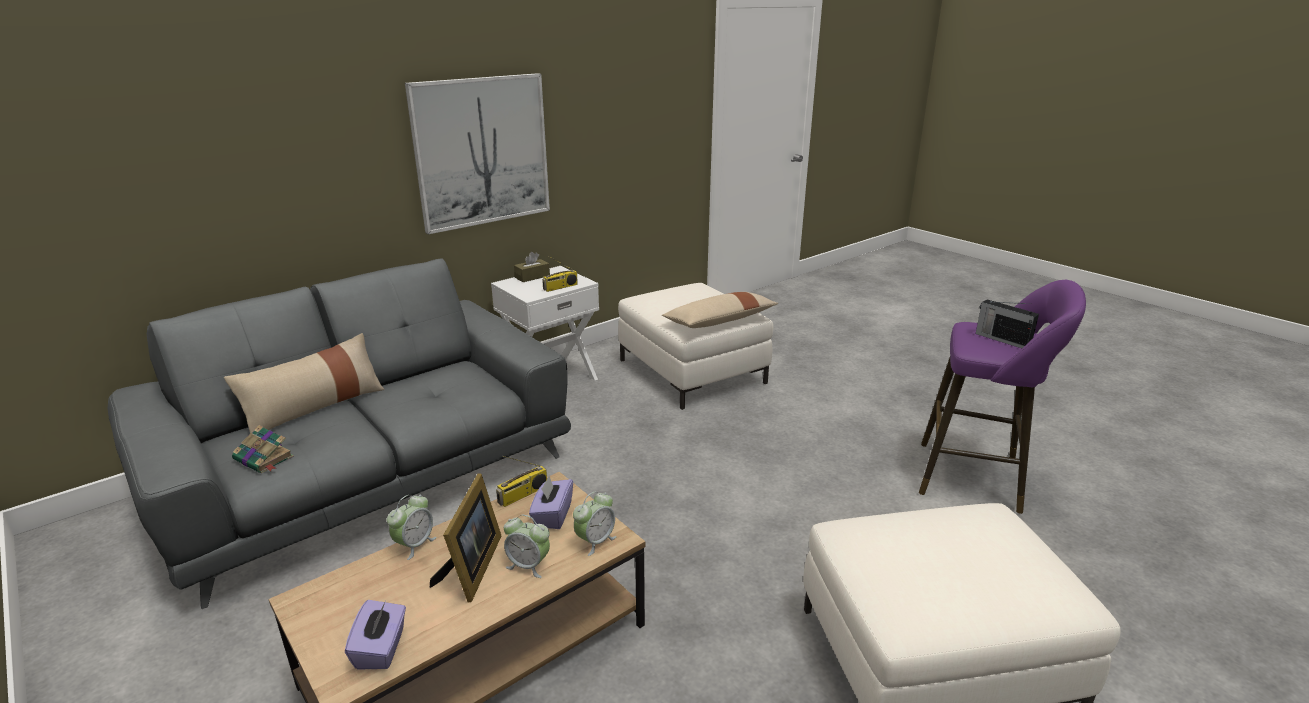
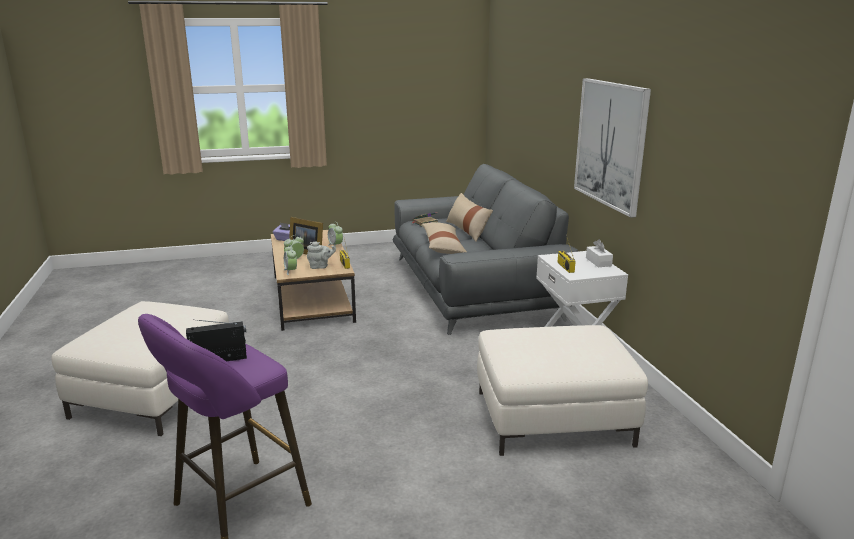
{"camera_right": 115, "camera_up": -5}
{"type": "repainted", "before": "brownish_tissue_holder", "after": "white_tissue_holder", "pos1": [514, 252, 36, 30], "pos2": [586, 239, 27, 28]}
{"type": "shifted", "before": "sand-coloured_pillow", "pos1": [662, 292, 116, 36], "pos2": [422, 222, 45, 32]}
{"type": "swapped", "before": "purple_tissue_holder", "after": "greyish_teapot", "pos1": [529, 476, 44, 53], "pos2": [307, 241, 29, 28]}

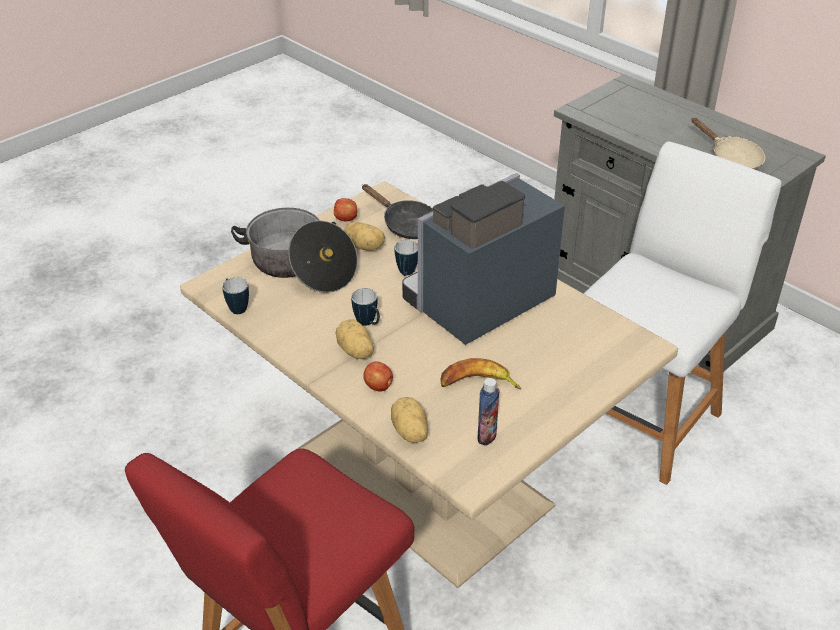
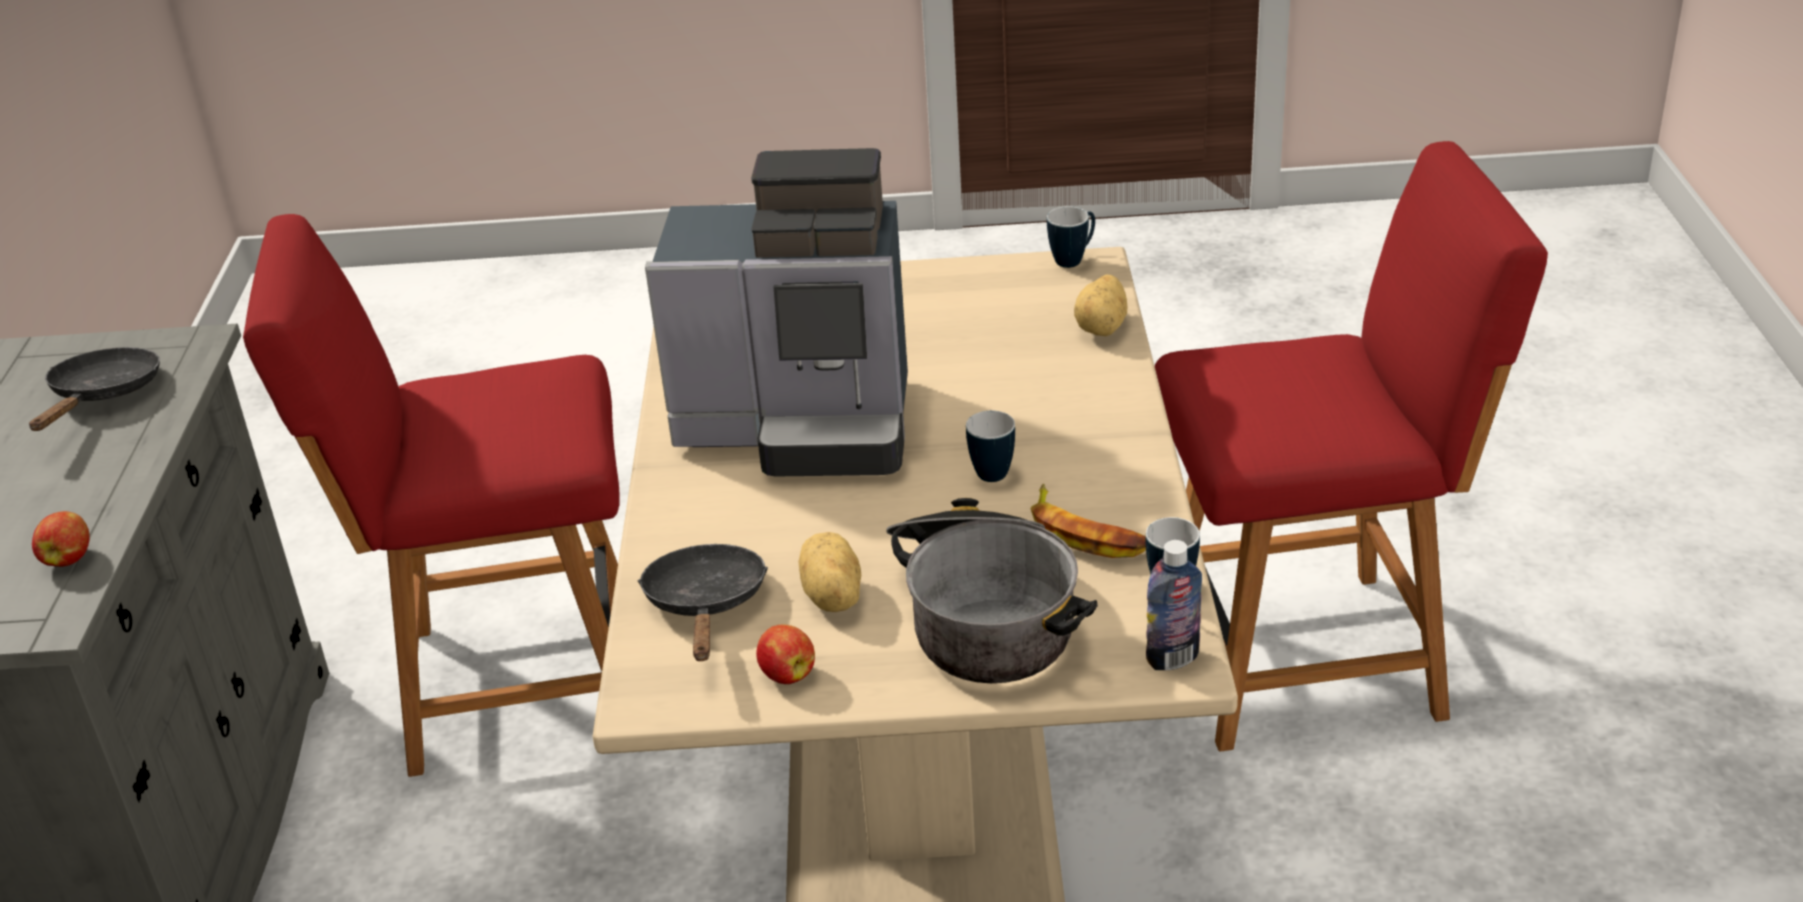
{"camera_right": -135, "camera_up": -5}
{"type": "repainted", "before": "sand-coloured_frying_pan", "after": "black_frying_pan", "pos1": [692, 118, 73, 52], "pos2": [29, 347, 131, 84]}
{"type": "repainted", "before": "white_upright_chair", "after": "red-coloured_upright_chair", "pos1": [584, 141, 198, 344], "pos2": [243, 214, 377, 563]}
{"type": "shifted", "before": "tea_mug", "pos1": [395, 240, 23, 36], "pos2": [1047, 206, 48, 62]}
{"type": "gone", "before": "whole_potato", "pos1": [336, 319, 38, 40]}
{"type": "shifted", "before": "whole_banana", "pos1": [440, 358, 81, 32], "pos2": [1030, 484, 116, 74]}
{"type": "shifted", "before": "apple", "pos1": [364, 362, 29, 29], "pos2": [32, 511, 58, 56]}
{"type": "shifted", "before": "drink_bottle", "pos1": [477, 378, 22, 68], "pos2": [1146, 540, 56, 130]}

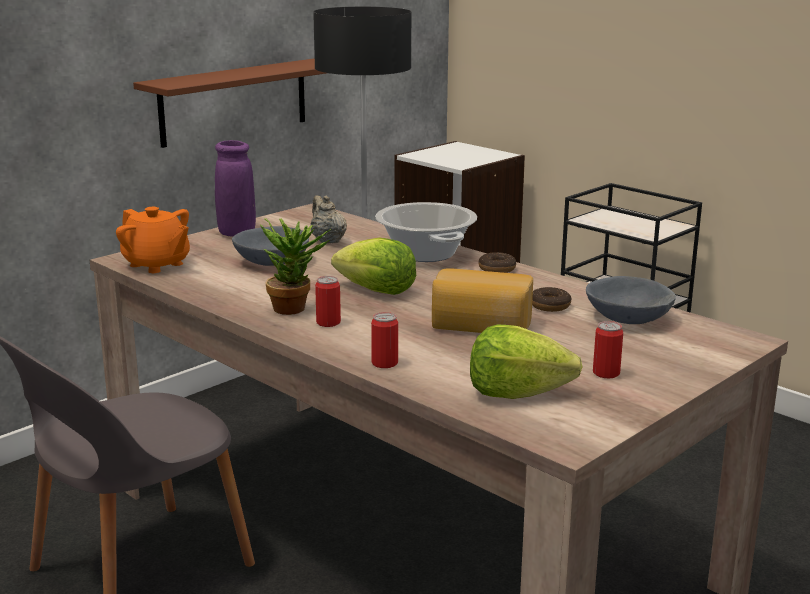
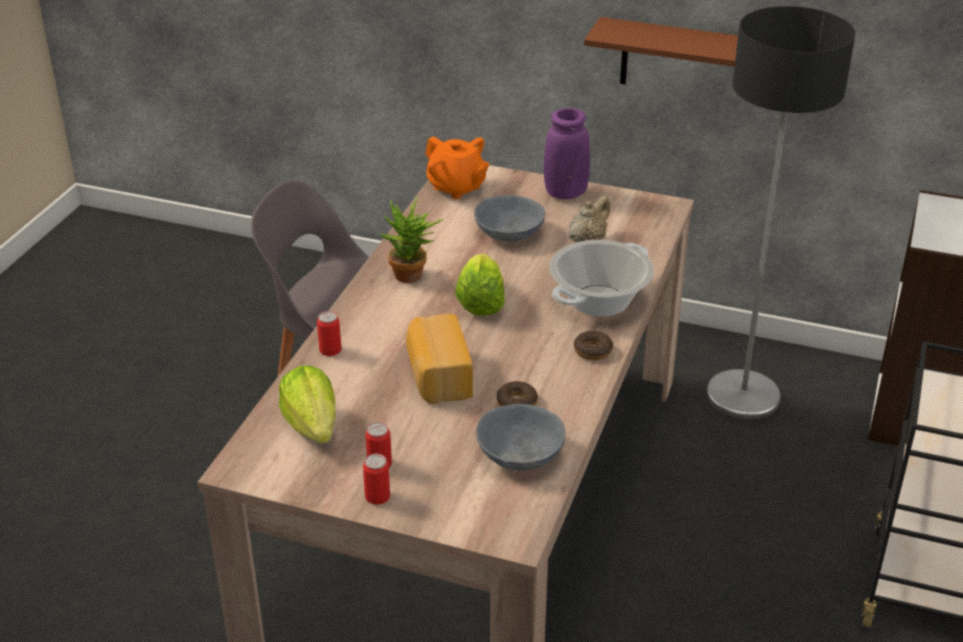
{"camera_right": 65, "camera_up": 15}
{"type": "rotated", "before": "orange-coloured_teapot", "pos1": [116, 207, 74, 66], "pos2": [425, 136, 64, 63], "turn": -60}
{"type": "shifted", "before": "sealed_can", "pos1": [315, 276, 26, 51], "pos2": [363, 454, 27, 51]}

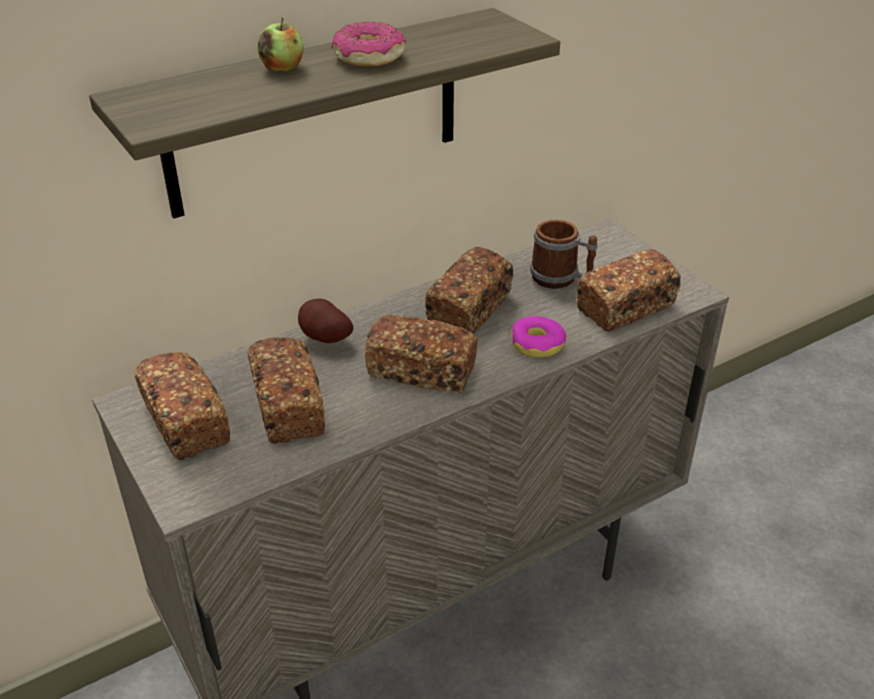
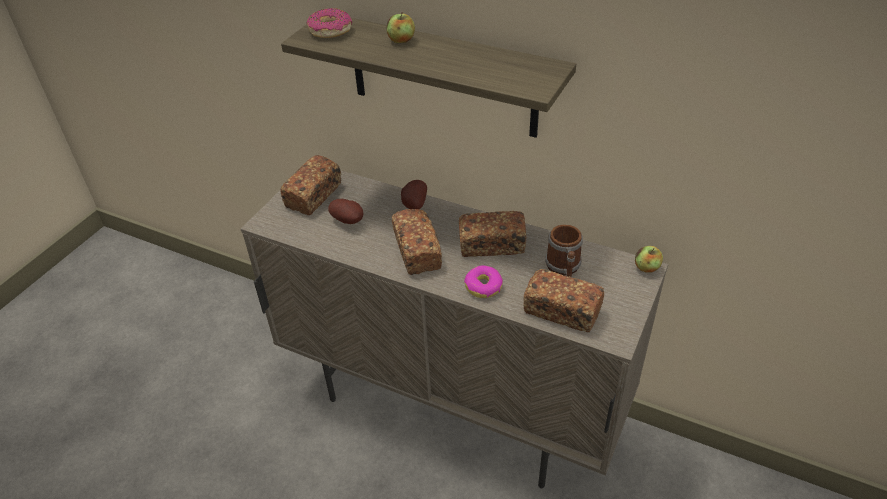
{"camera_right": 60, "camera_up": 5}
{"type": "shifted", "before": "ring_doughnut", "pos1": [331, 22, 75, 44], "pos2": [306, 8, 46, 30]}
{"type": "swapped", "before": "baked_bread", "after": "whole_potato", "pos1": [247, 337, 78, 107], "pos2": [328, 199, 35, 25]}
{"type": "new", "after": "apple", "pos2": [635, 246, 28, 27]}

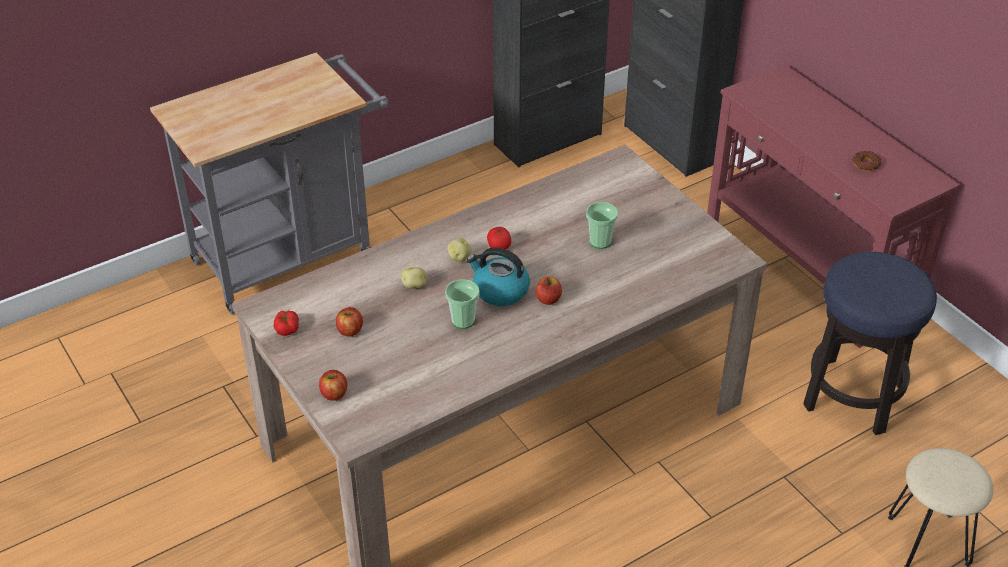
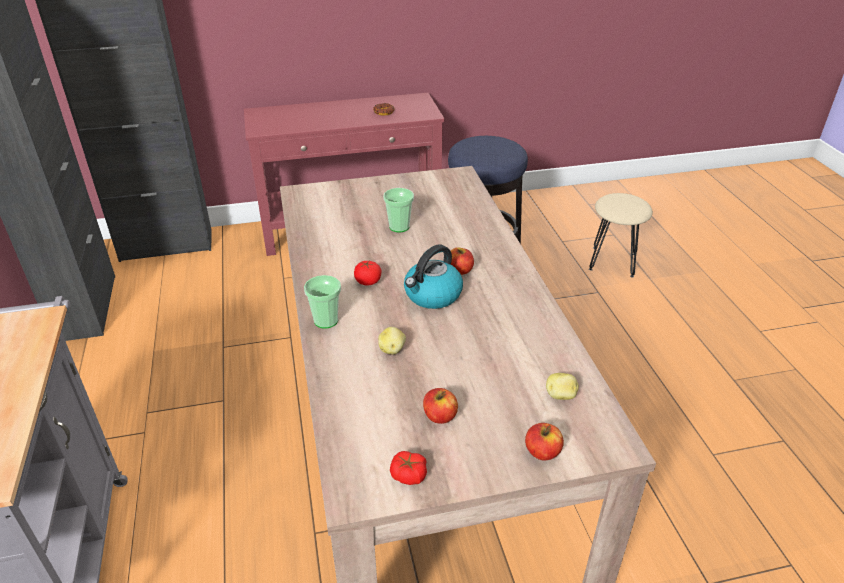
{"camera_right": -70, "camera_up": -5}
{"type": "shifted", "before": "whole_potato", "pos1": [447, 238, 24, 24], "pos2": [546, 373, 33, 27]}
{"type": "shifted", "before": "drinking_cup", "pos1": [445, 279, 35, 50], "pos2": [304, 275, 37, 54]}

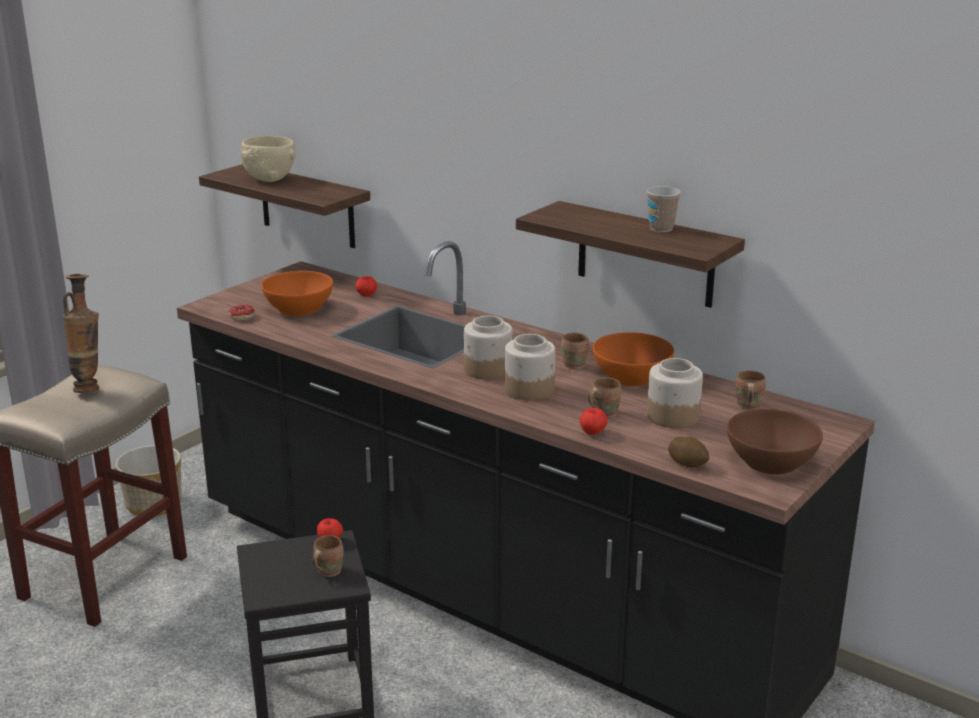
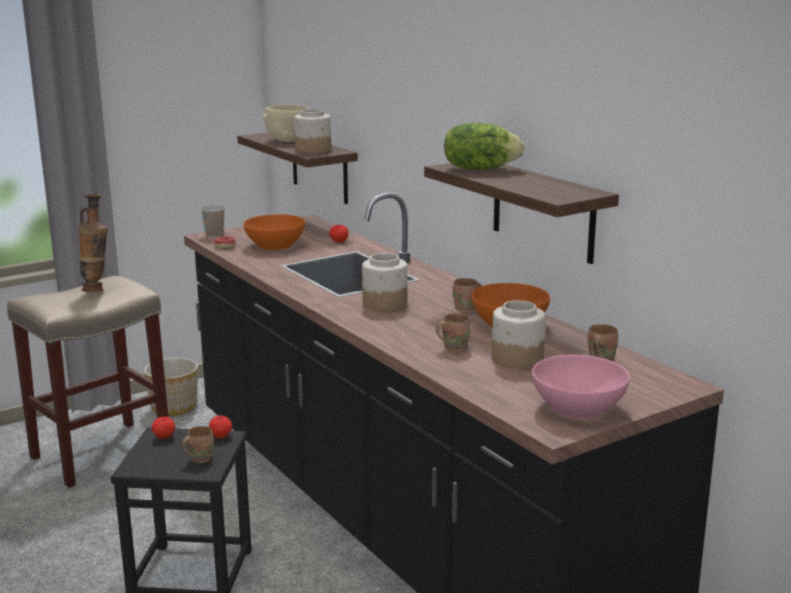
{"camera_right": 20, "camera_up": -5}
{"type": "shifted", "before": "drinking_cup", "pos1": [647, 186, 34, 46], "pos2": [201, 205, 24, 32]}
{"type": "shifted", "before": "storage_jar", "pos1": [504, 334, 51, 67], "pos2": [294, 109, 37, 44]}
{"type": "shifted", "before": "apple", "pos1": [580, 408, 28, 27], "pos2": [152, 417, 23, 22]}
{"type": "repainted", "before": "brownish_bowl", "after": "pink-coloured_bowl", "pos1": [727, 409, 96, 65], "pos2": [532, 355, 98, 64]}
{"type": "gone", "before": "whole_potato", "pos1": [668, 437, 41, 31]}
{"type": "new", "after": "lettuce_head", "pos2": [444, 123, 81, 47]}

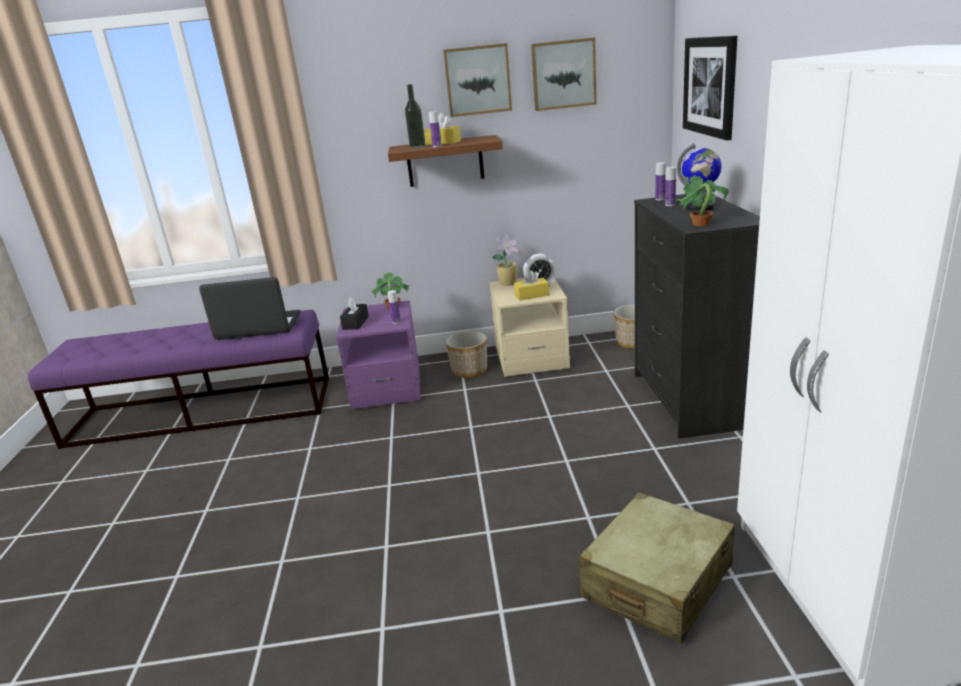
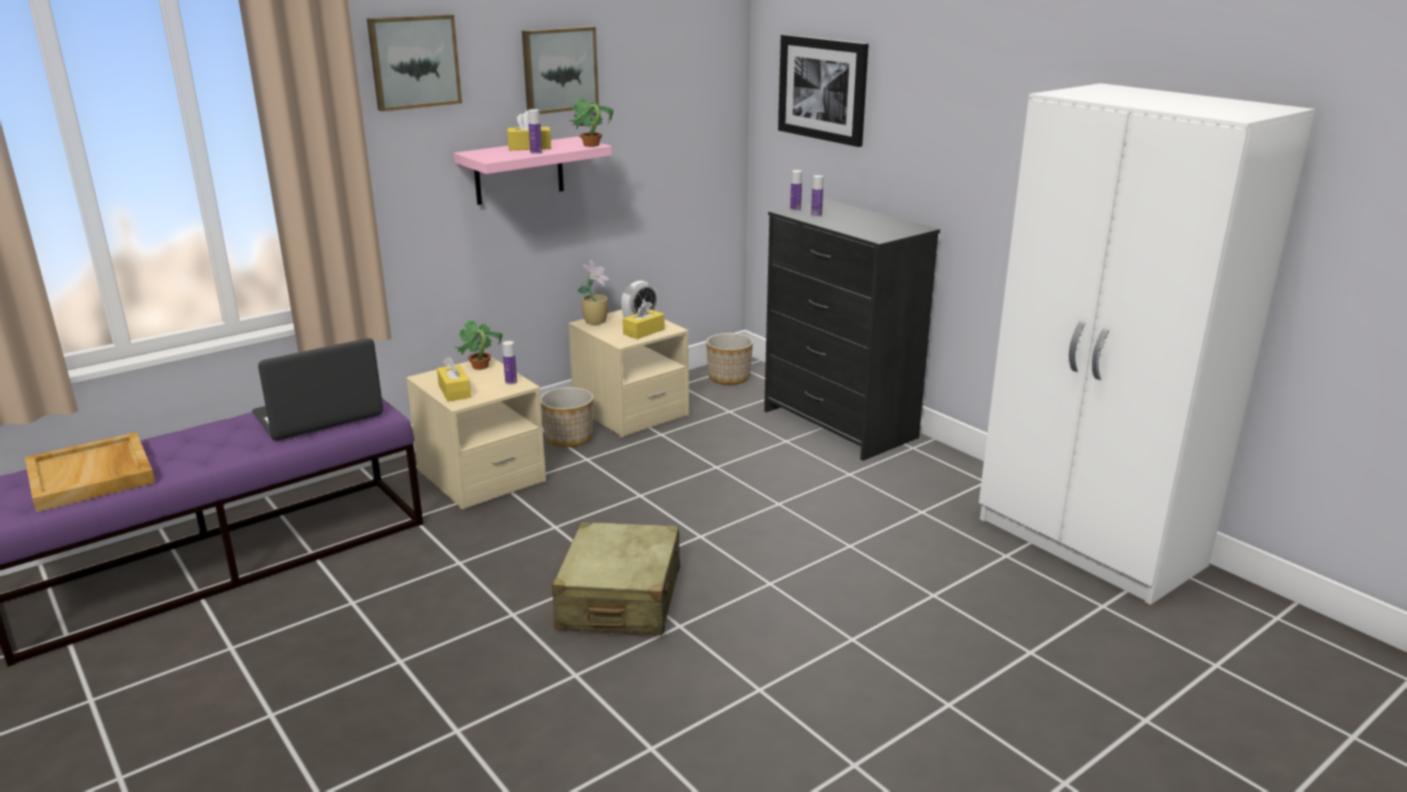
{"camera_right": -35, "camera_up": 0}
{"type": "shifted", "before": "picture", "pos1": [531, 38, 66, 73], "pos2": [367, 14, 95, 97]}
{"type": "gone", "before": "drink_bottle", "pos1": [405, 84, 21, 65]}
{"type": "repainted", "before": "brownish_bracket_shelf", "after": "pink-coloured_bracket_shelf", "pos1": [388, 135, 115, 52], "pos2": [454, 137, 158, 68]}
{"type": "gone", "before": "desk_globe", "pos1": [677, 143, 45, 68]}
{"type": "shifted", "before": "plant_in_a_pot", "pos1": [677, 176, 52, 50], "pos2": [569, 98, 44, 49]}
{"type": "repainted", "before": "black_tissue_holder", "after": "yellowish_tissue_holder", "pos1": [340, 297, 29, 33], "pos2": [437, 356, 34, 46]}
{"type": "repainted", "before": "purple_bedside_table", "after": "sand-coloured_bedside_table", "pos1": [336, 300, 84, 109], "pos2": [406, 357, 140, 152]}
{"type": "shifted", "before": "sand-coloured_travel_case", "pos1": [579, 492, 156, 152], "pos2": [552, 522, 128, 114]}
{"type": "new", "after": "sand-coloured_carrying_tray", "pos2": [25, 432, 130, 80]}

